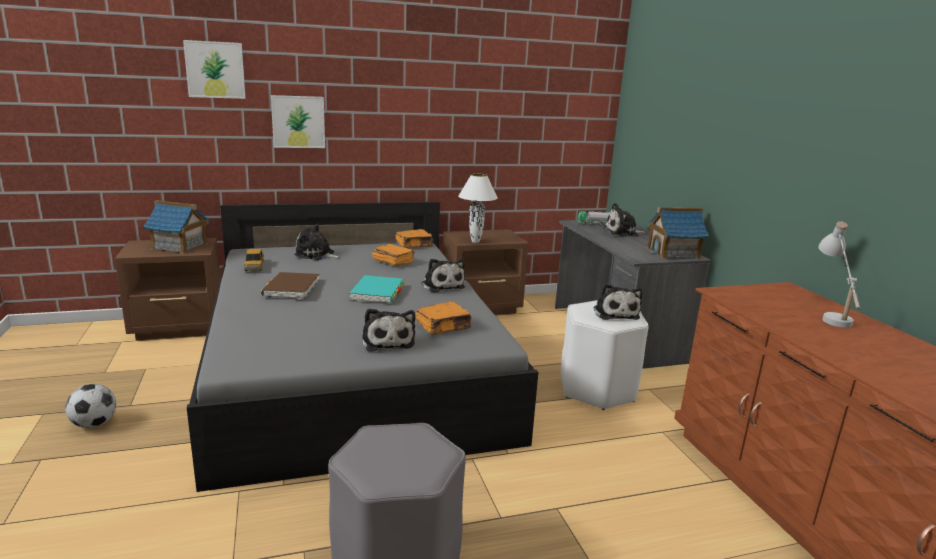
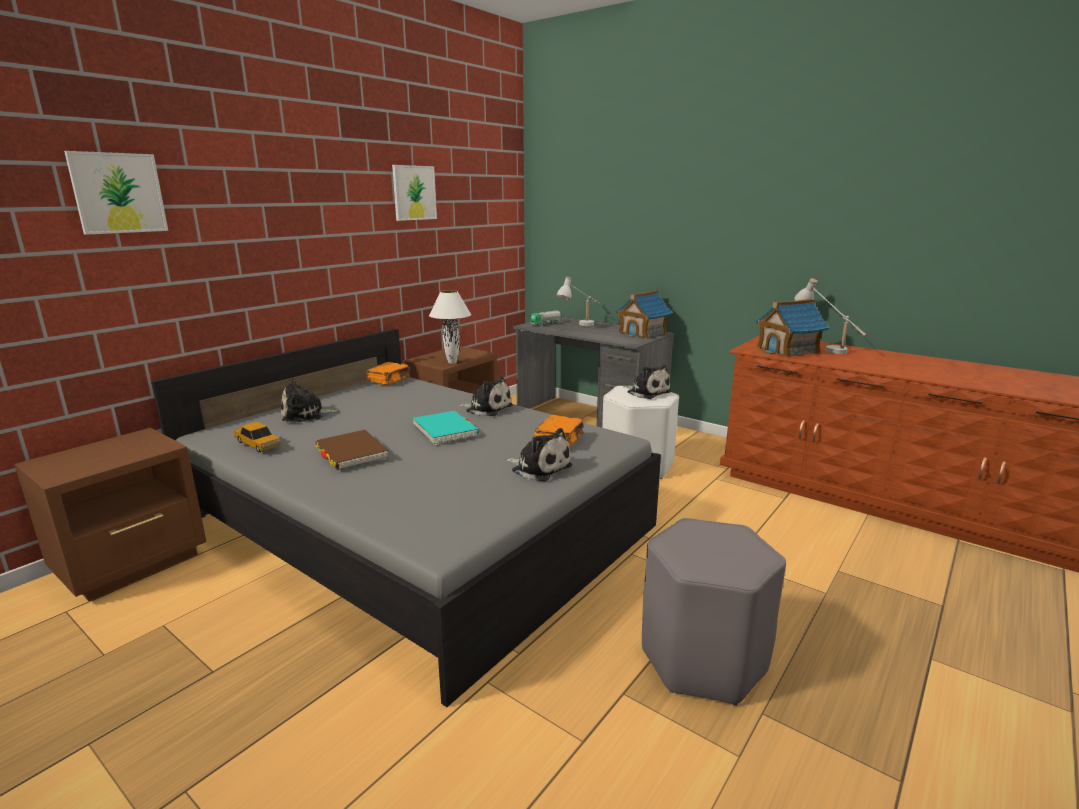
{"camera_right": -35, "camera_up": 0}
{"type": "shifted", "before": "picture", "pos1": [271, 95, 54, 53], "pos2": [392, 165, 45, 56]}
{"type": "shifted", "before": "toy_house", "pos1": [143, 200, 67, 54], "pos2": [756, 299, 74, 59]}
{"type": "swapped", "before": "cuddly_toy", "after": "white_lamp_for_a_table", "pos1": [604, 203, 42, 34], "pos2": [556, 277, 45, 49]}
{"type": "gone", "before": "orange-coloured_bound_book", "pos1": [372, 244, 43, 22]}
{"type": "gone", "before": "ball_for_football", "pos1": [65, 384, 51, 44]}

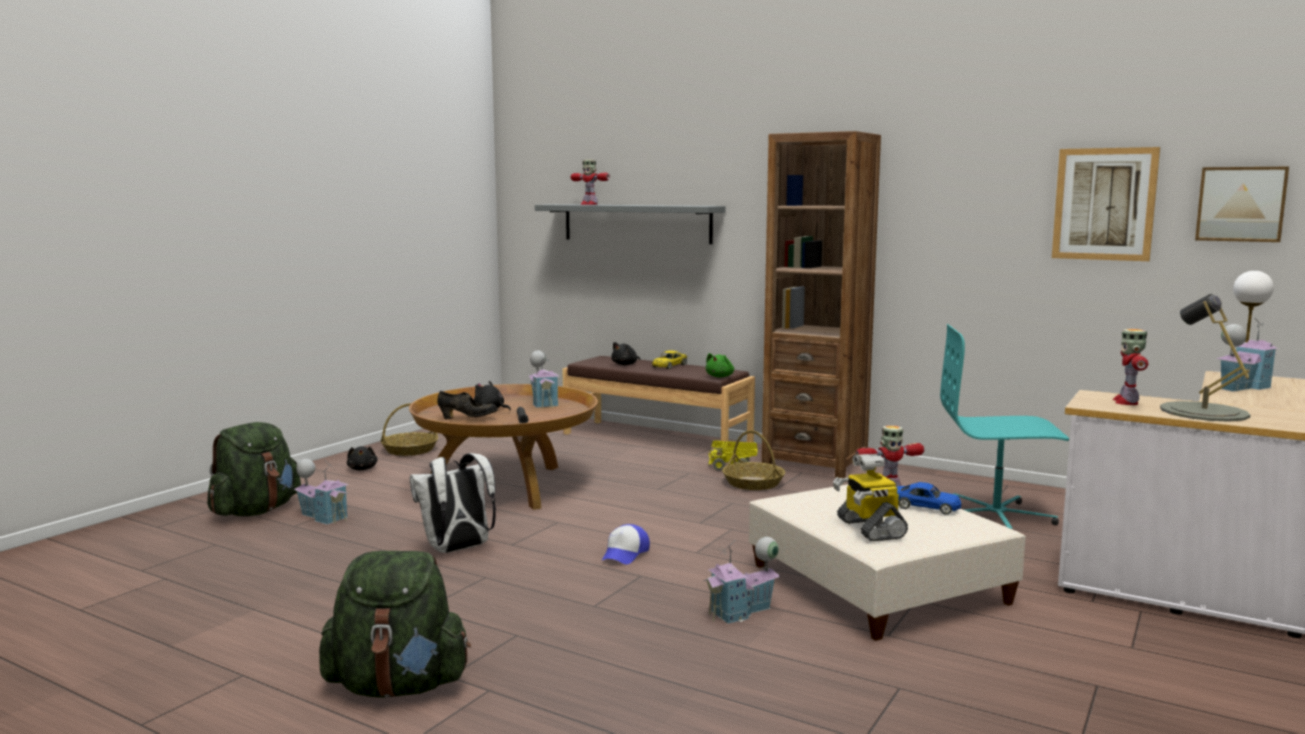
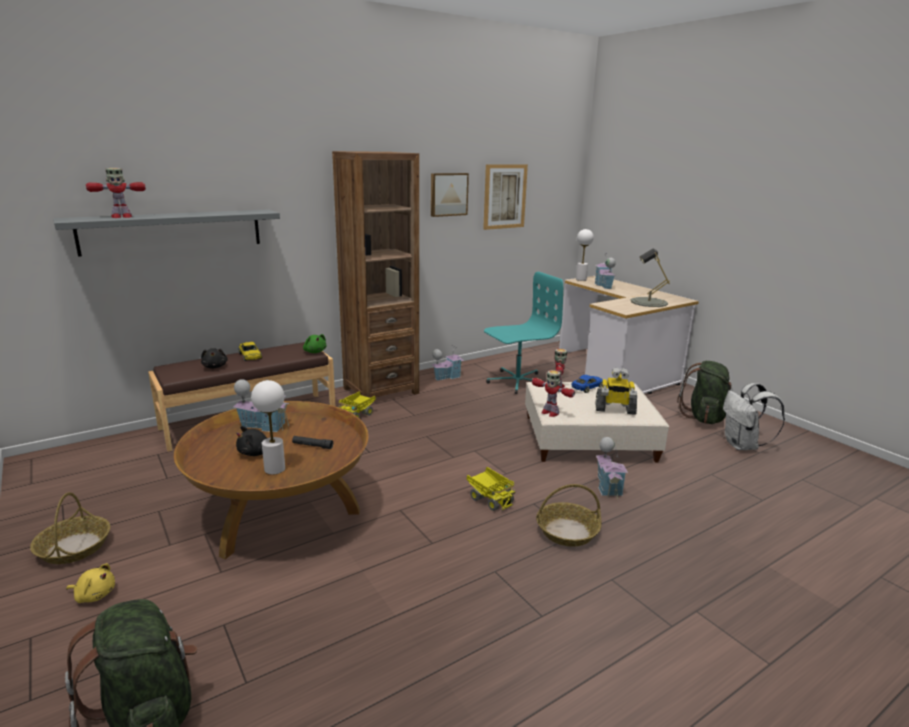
{"camera_right": -65, "camera_up": 10}
{"type": "shifted", "before": "picture", "pos1": [1195, 167, 94, 75], "pos2": [431, 173, 38, 44]}
{"type": "rotated", "before": "blue-green_desk_chair", "pos1": [940, 324, 129, 205], "pos2": [484, 271, 79, 123], "turn": -150}
{"type": "shifted", "before": "toy_robot", "pos1": [1113, 329, 35, 76], "pos2": [532, 370, 43, 47]}
{"type": "swapped", "before": "black_low_shoe", "after": "white_lamp_for_a_table", "pos1": [437, 391, 61, 28], "pos2": [251, 380, 34, 95]}
{"type": "shifted", "before": "basket", "pos1": [722, 430, 63, 60], "pos2": [536, 484, 65, 63]}
{"type": "repainted", "before": "black_cuddly_toy", "after": "yellowish_cuddly_toy", "pos1": [347, 446, 31, 24], "pos2": [66, 563, 49, 40]}
{"type": "shifted", "before": "white_knapsack", "pos1": [410, 453, 86, 100], "pos2": [723, 383, 62, 67]}
{"type": "shifted", "before": "toy_house", "pos1": [294, 459, 55, 66], "pos2": [432, 347, 32, 34]}
{"type": "swapped", "before": "peaked_cap", "after": "model_truck", "pos1": [602, 524, 48, 40], "pos2": [466, 467, 49, 44]}
{"type": "shifted", "before": "greenish_knapsack", "pos1": [319, 551, 152, 147], "pos2": [677, 361, 55, 63]}

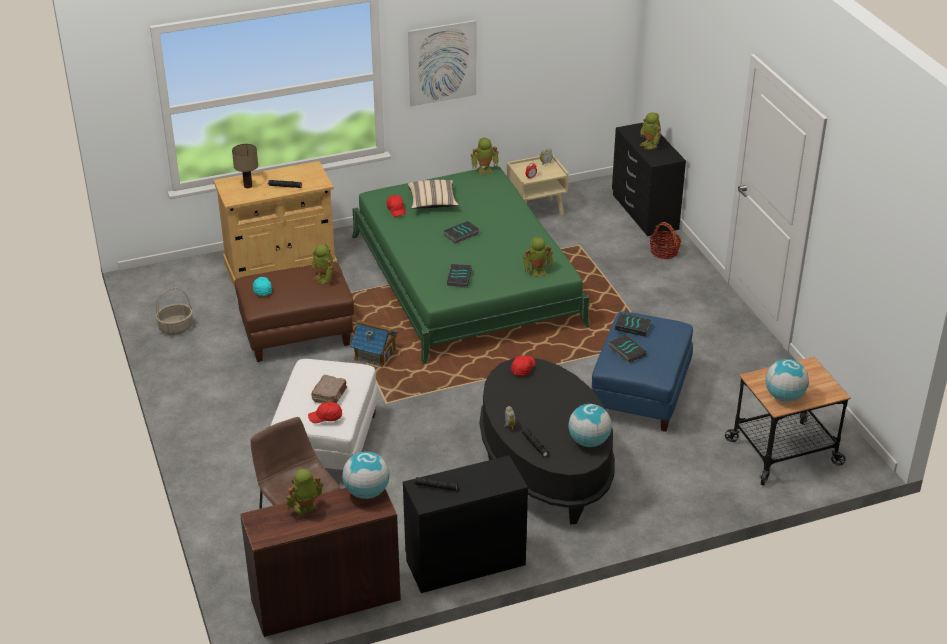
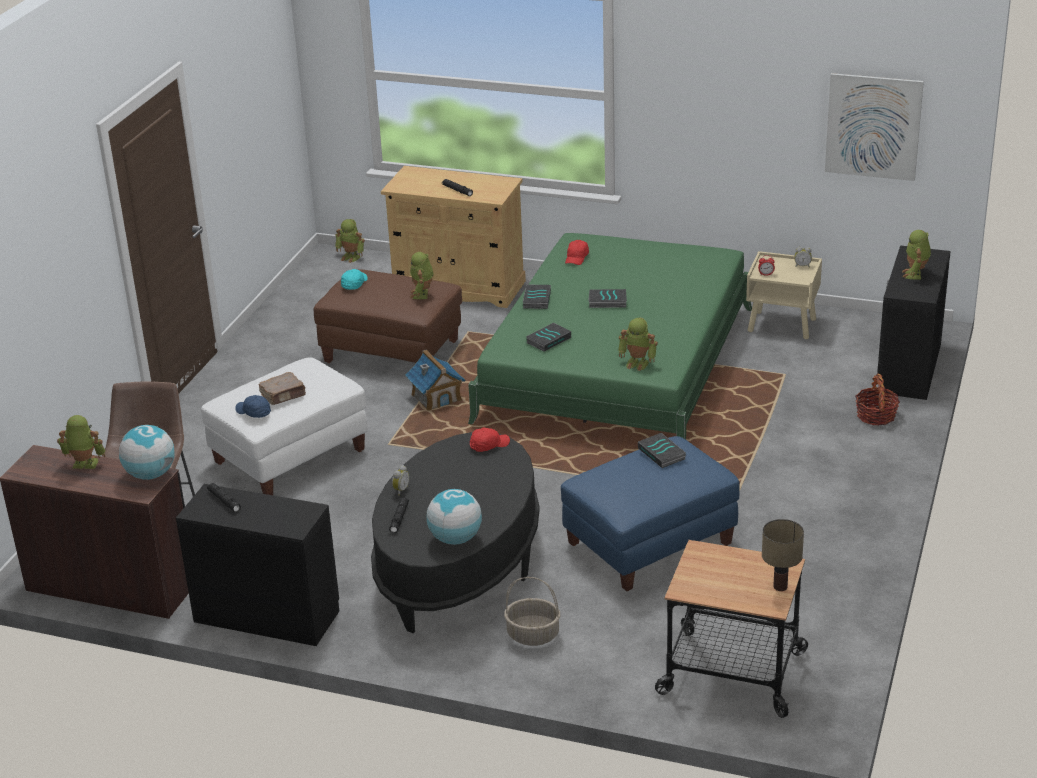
{"camera_right": 40, "camera_up": -5}
{"type": "shifted", "before": "picture", "pos1": [408, 20, 68, 86], "pos2": [825, 73, 99, 108]}
{"type": "shifted", "before": "toy_robot", "pos1": [471, 138, 28, 37], "pos2": [335, 219, 30, 44]}
{"type": "shifted", "before": "lamp_for_a_table", "pos1": [232, 144, 26, 44], "pos2": [762, 519, 42, 72]}
{"type": "gone", "before": "sand-coloured_pillow", "pos1": [408, 180, 51, 29]}
{"type": "shifted", "before": "basket", "pos1": [155, 288, 38, 47], "pos2": [504, 577, 56, 69]}
{"type": "shifted", "before": "bound_book", "pos1": [608, 335, 39, 29], "pos2": [523, 284, 28, 25]}
{"type": "gone", "before": "desk_globe", "pos1": [766, 359, 43, 43]}
{"type": "repainted", "before": "red-coloured_peaked_cap", "after": "blue-coloured_peaked_cap", "pos1": [308, 402, 34, 21], "pos2": [235, 395, 36, 23]}

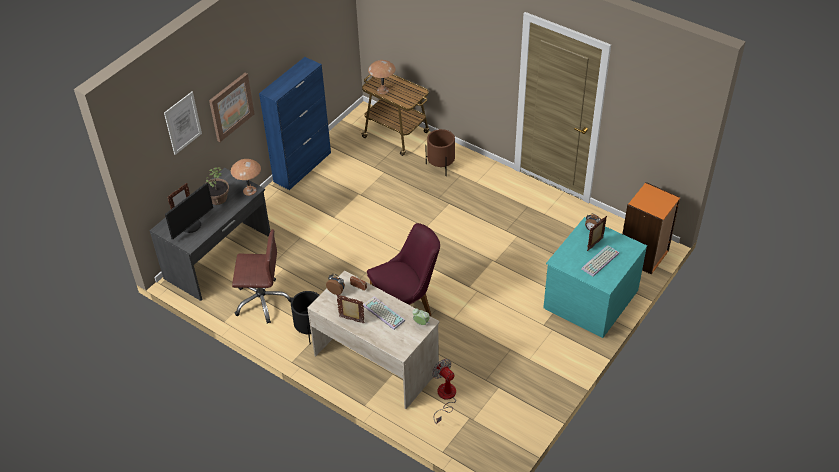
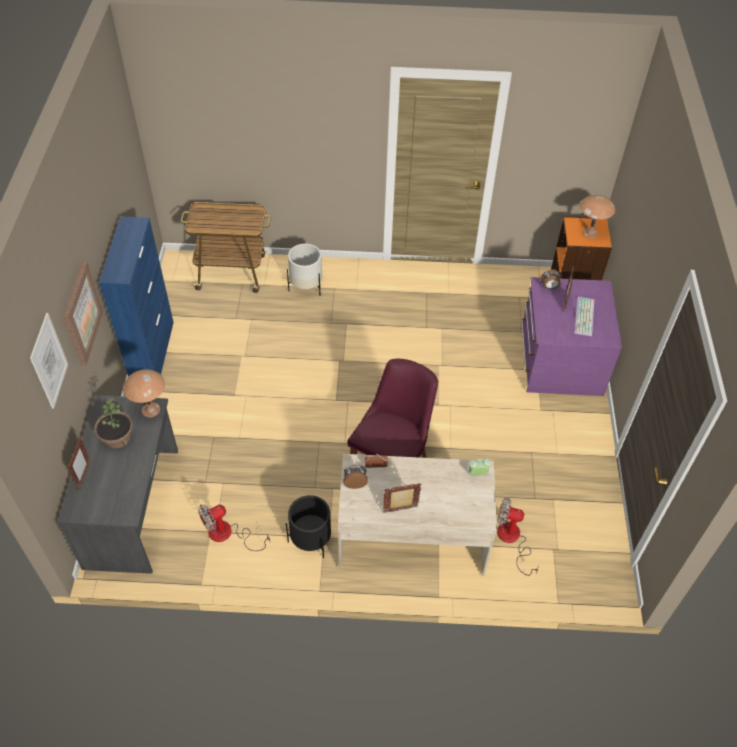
{"camera_right": -35, "camera_up": 5}
{"type": "shifted", "before": "brownish_lamp_for_a_table", "pos1": [368, 60, 28, 34], "pos2": [580, 195, 35, 43]}
{"type": "repainted", "before": "brownish_planter", "after": "white_planter", "pos1": [425, 129, 30, 40], "pos2": [287, 244, 35, 52]}
{"type": "gone", "before": "computer_screen", "pos1": [165, 183, 48, 56]}
{"type": "repainted", "before": "blue-green_chest_of_drawers", "after": "purple_chest_of_drawers", "pos1": [543, 217, 104, 121], "pos2": [521, 277, 101, 119]}
{"type": "swapped", "before": "brownish_desk_chair", "after": "cooling_fan", "pos1": [232, 229, 61, 95], "pos2": [198, 504, 72, 47]}
{"type": "gone", "before": "computer_keyboard", "pos1": [363, 297, 42, 33]}

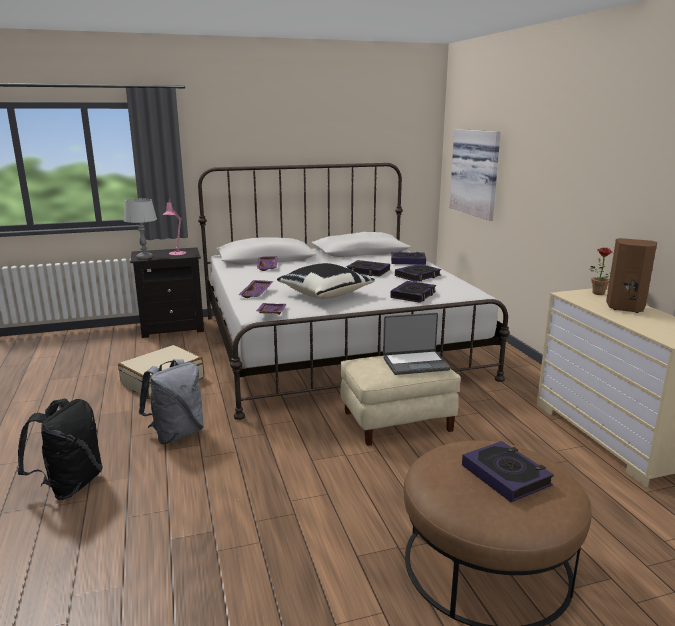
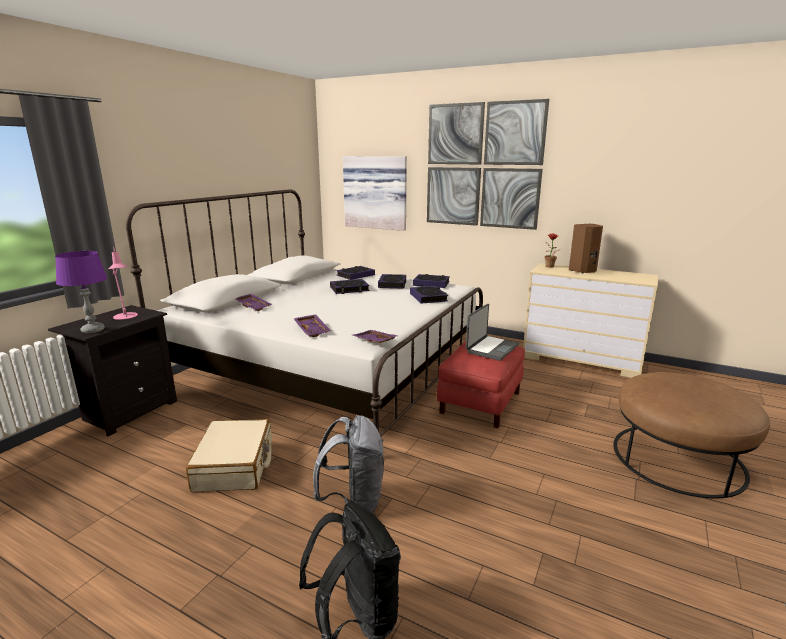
{"camera_right": -45, "camera_up": 0}
{"type": "repainted", "before": "greyish_lamp_for_a_table", "after": "purple_lamp_for_a_table", "pos1": [124, 199, 33, 60], "pos2": [55, 251, 52, 82]}
{"type": "gone", "before": "black_pillow", "pos1": [277, 263, 98, 36]}
{"type": "repainted", "before": "sand-coloured_footrest", "after": "red-coloured_footrest", "pos1": [340, 355, 121, 91], "pos2": [437, 341, 88, 87]}
{"type": "shifted", "before": "bound_book", "pos1": [462, 441, 92, 61], "pos2": [413, 274, 37, 14]}
{"type": "new", "after": "picture", "pos2": [427, 99, 122, 131]}

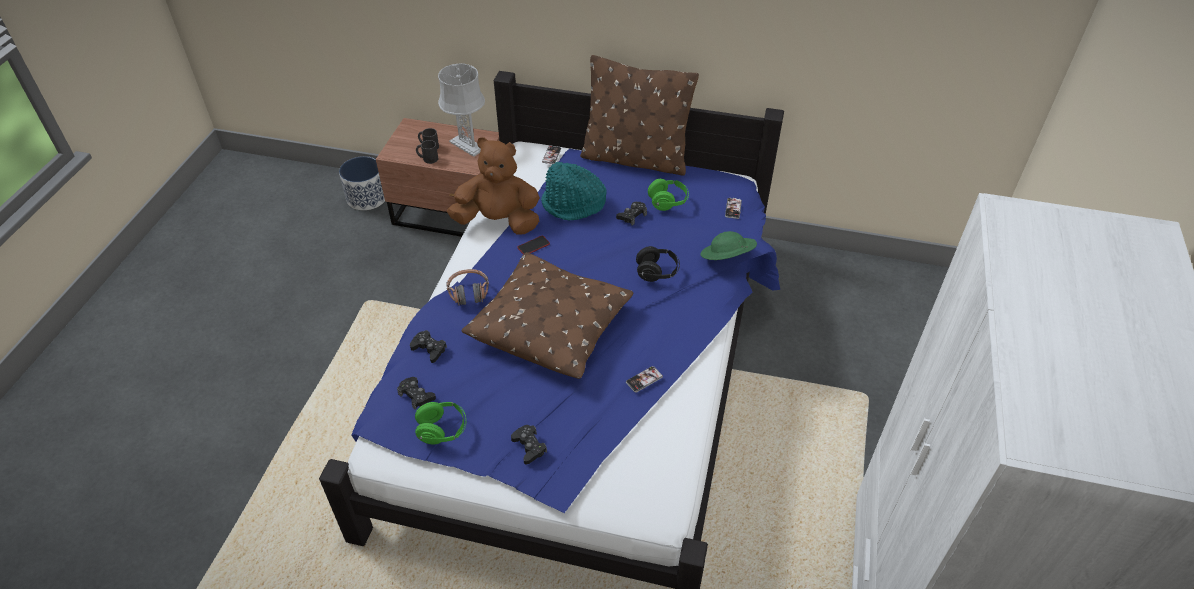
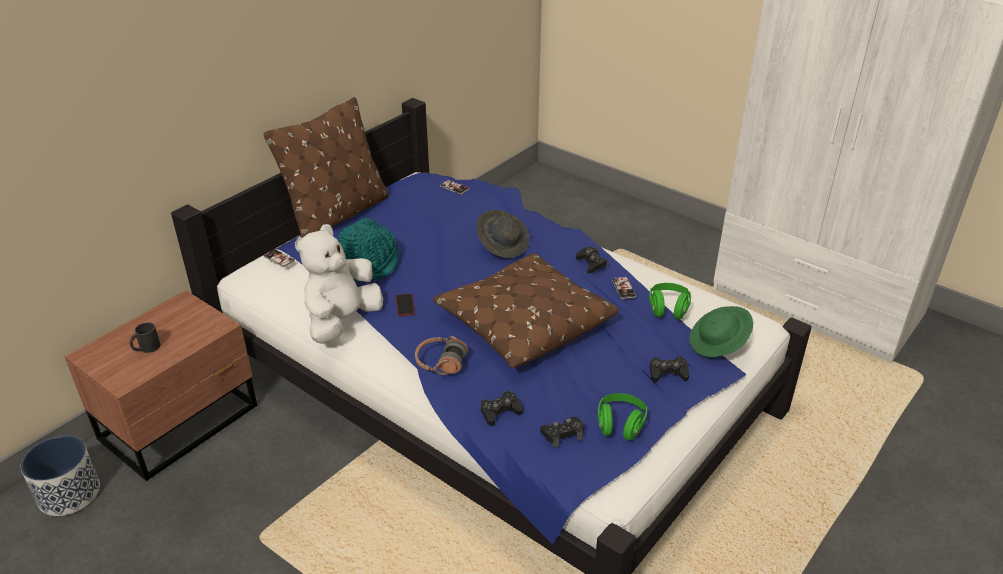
{"camera_right": -65, "camera_up": -10}
{"type": "gone", "before": "greyish_lamp_for_a_table", "pos1": [438, 63, 47, 94]}
{"type": "repainted", "before": "brownish_cuddly_toy", "after": "white_cuddly_toy", "pos1": [447, 137, 93, 98], "pos2": [295, 224, 88, 120]}
{"type": "gone", "before": "black_tea_mug", "pos1": [416, 140, 22, 24]}
{"type": "shifted", "before": "greenish_headphones", "pos1": [648, 179, 41, 32], "pos2": [649, 283, 42, 36]}
{"type": "shifted", "before": "black_gamepad", "pos1": [616, 202, 31, 24], "pos2": [576, 247, 31, 27]}
{"type": "shifted", "before": "greenish_wearable_hat", "pos1": [700, 231, 57, 29], "pos2": [689, 306, 64, 51]}
{"type": "swapped", "before": "black_headphones", "after": "greyish_wearable_hat", "pos1": [636, 246, 44, 36], "pos2": [476, 210, 53, 48]}

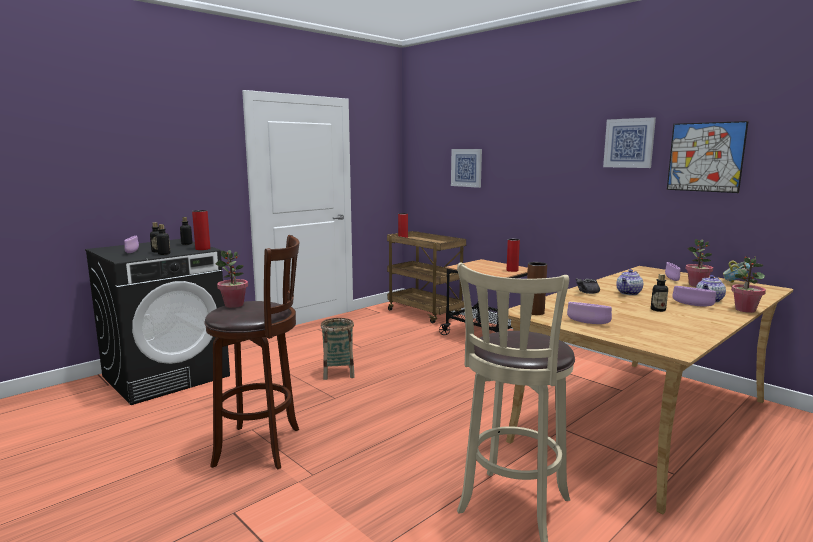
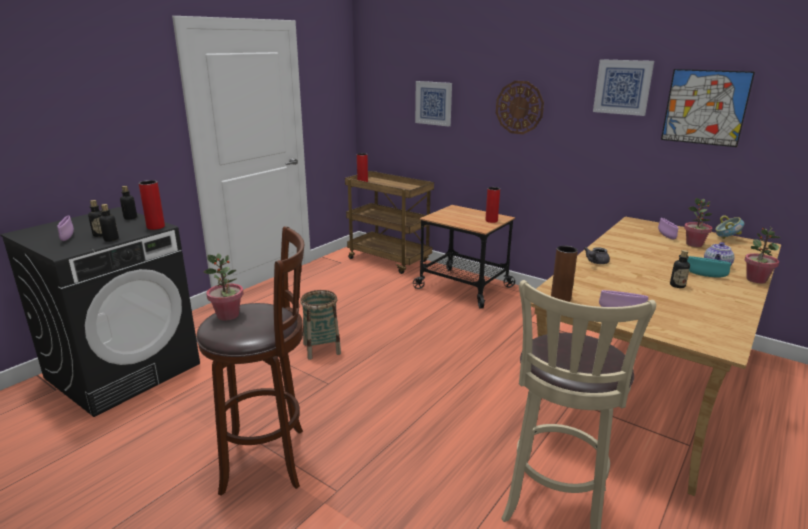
{"camera_right": -10, "camera_up": 10}
{"type": "gone", "before": "teapot", "pos1": [616, 269, 27, 26]}
{"type": "repainted", "before": "purple_bowl", "after": "blue-green_bowl", "pos1": [672, 286, 44, 21], "pos2": [687, 256, 44, 21]}
{"type": "new", "after": "hanging_clock", "pos2": [496, 81, 48, 53]}

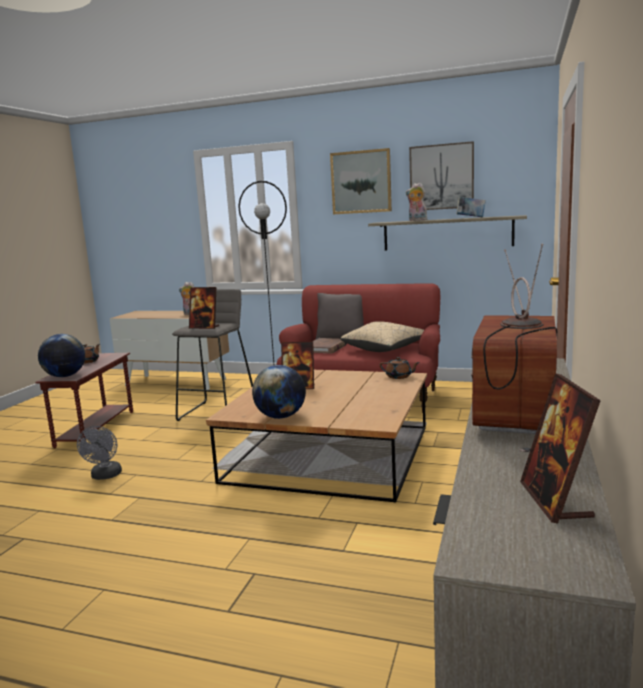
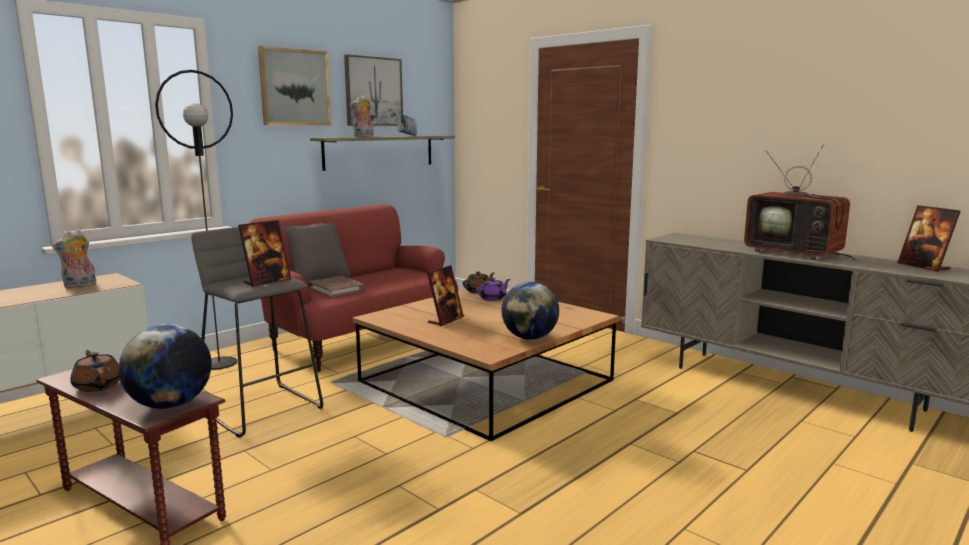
{"camera_right": -65, "camera_up": 0}
{"type": "gone", "before": "sand-coloured_pillow", "pos1": [341, 321, 83, 31]}
{"type": "rotated", "before": "picture_frame", "pos1": [520, 373, 81, 151], "pos2": [897, 205, 64, 67], "turn": 45}
{"type": "gone", "before": "greyish_cooling_fan", "pos1": [77, 426, 45, 54]}
{"type": "new", "after": "purple_teapot", "pos2": [476, 278, 34, 23]}

